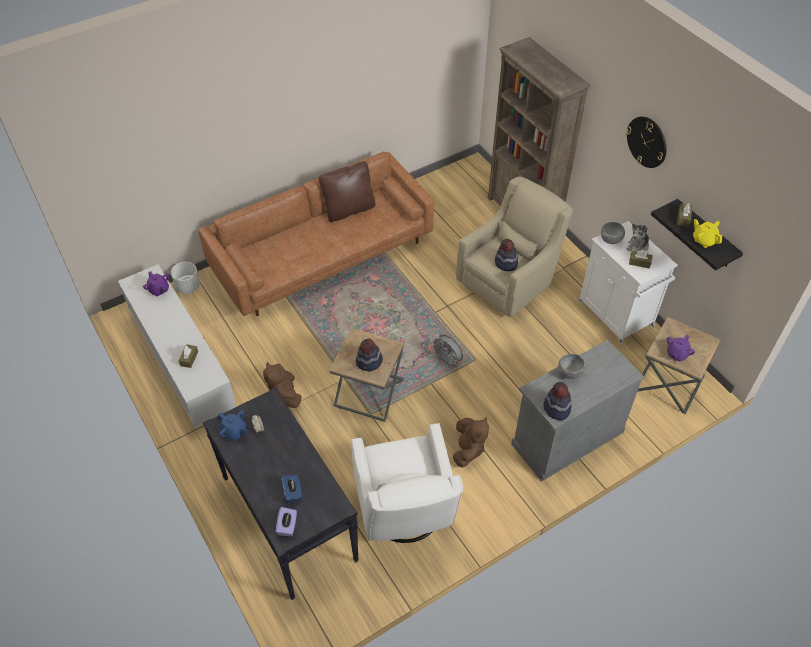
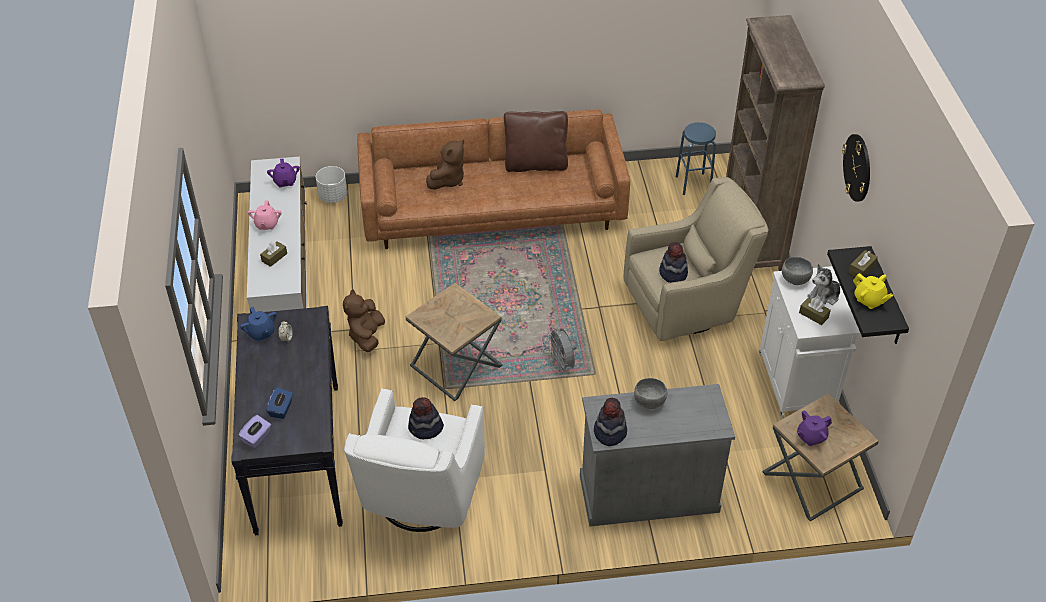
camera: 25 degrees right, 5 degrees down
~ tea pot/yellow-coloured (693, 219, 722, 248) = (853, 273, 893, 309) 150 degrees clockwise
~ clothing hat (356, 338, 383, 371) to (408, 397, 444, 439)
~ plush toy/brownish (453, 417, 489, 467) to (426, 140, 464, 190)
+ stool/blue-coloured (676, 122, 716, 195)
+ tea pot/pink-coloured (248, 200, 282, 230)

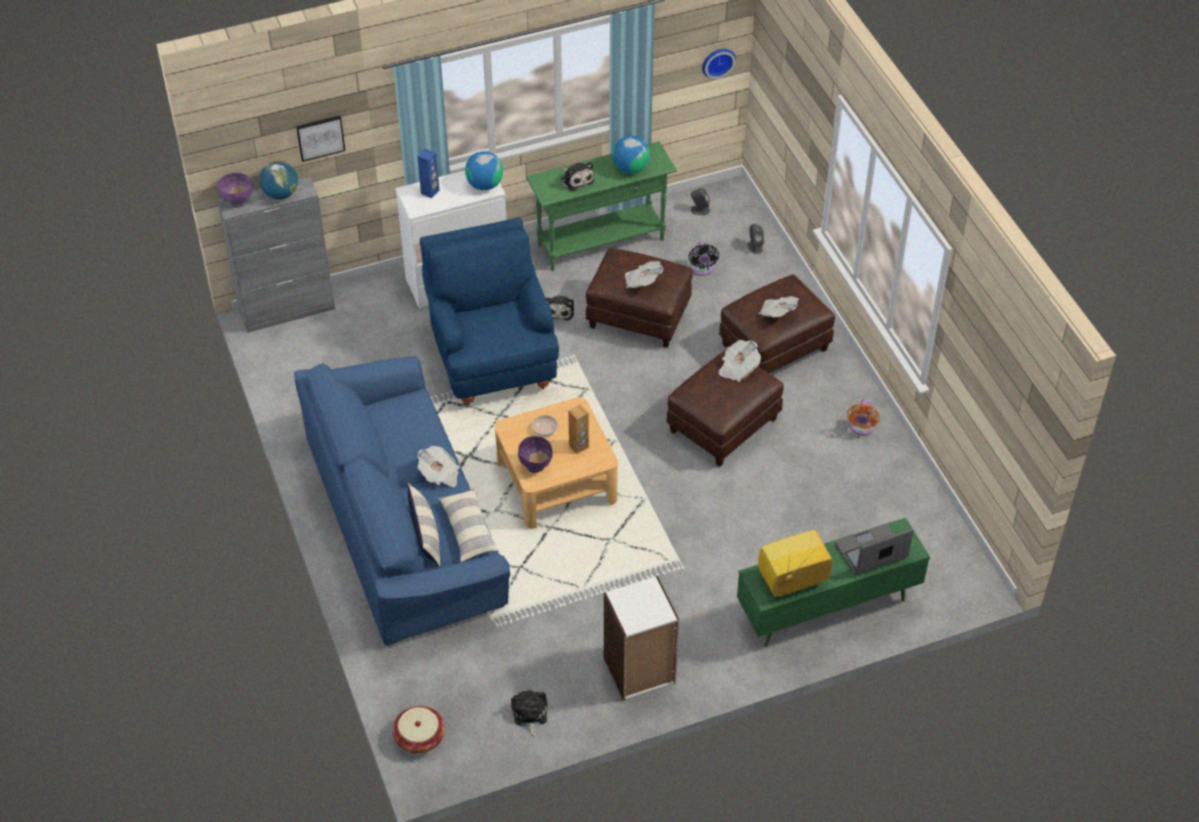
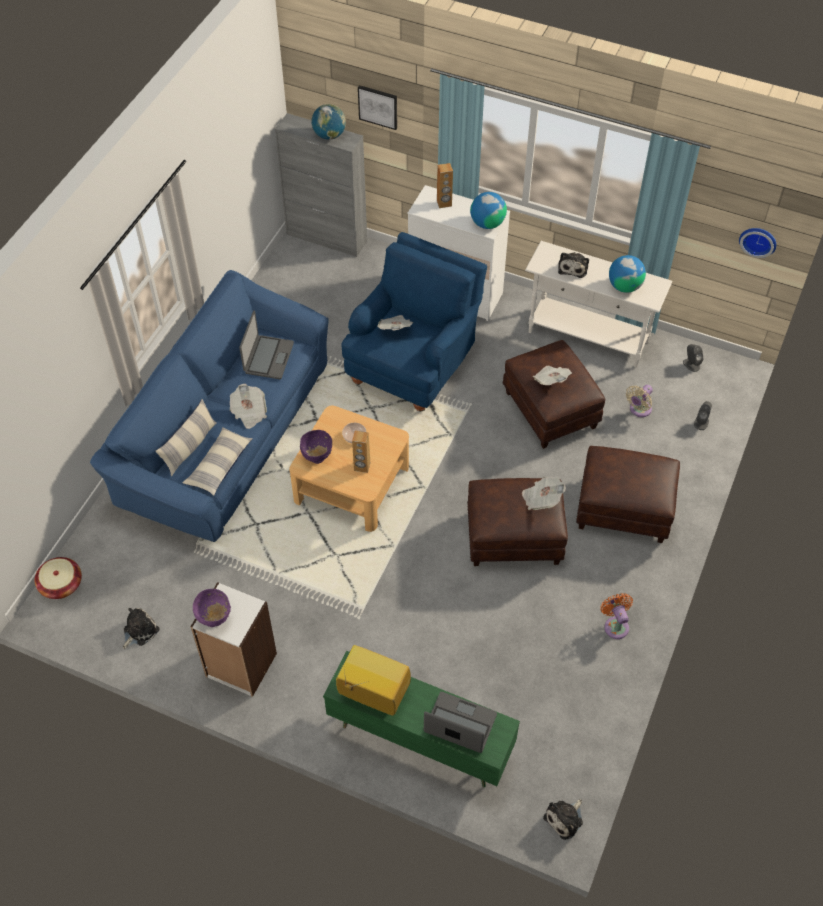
camera: 45 degrees right, 5 degrees up
~ hall table/green-coloured (526, 141, 677, 271) to hall table/white (525, 241, 673, 367)
~ audio speaker/blue-coloured (417, 148, 439, 198) to audio speaker/brownish (437, 163, 453, 208)
~ deep dish/purple-coloured (217, 172, 253, 208) to (193, 589, 231, 627)
~ cooling fan/black-coloured (689, 240, 719, 276) to cooling fan/beige (626, 385, 653, 417)
~ plush toy (546, 295, 574, 321) to (543, 799, 583, 840)
~ daily paper (759, 296, 799, 317) to (378, 315, 413, 331)
~ cooling fan/orangey (847, 399, 879, 436) = (600, 593, 633, 639) 105 degrees clockwise
+ laptop (239, 310, 294, 379)

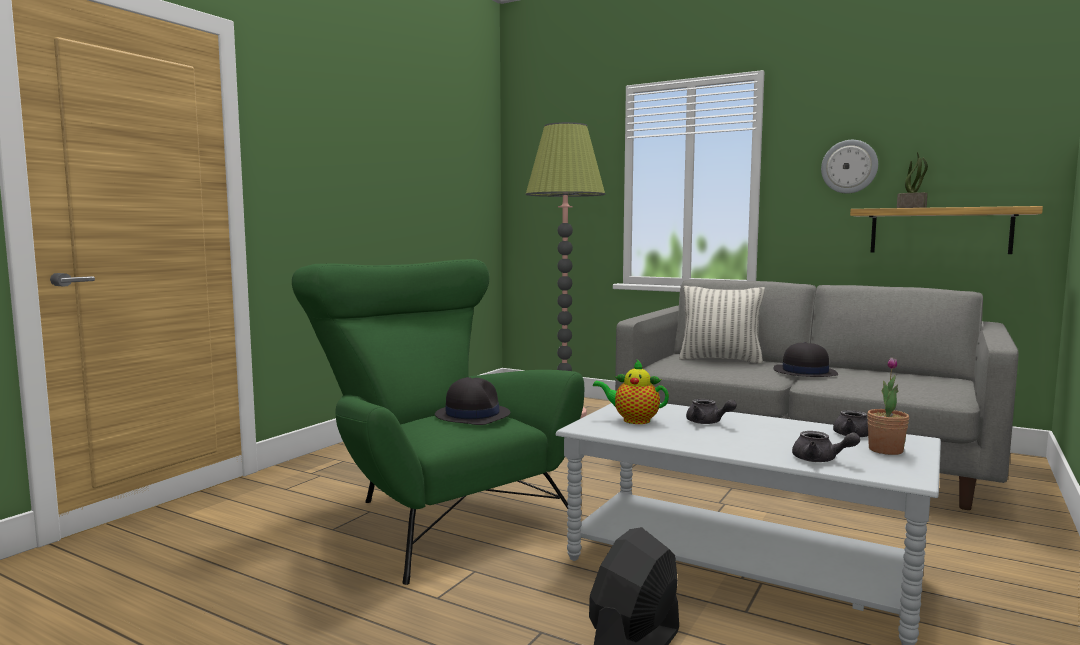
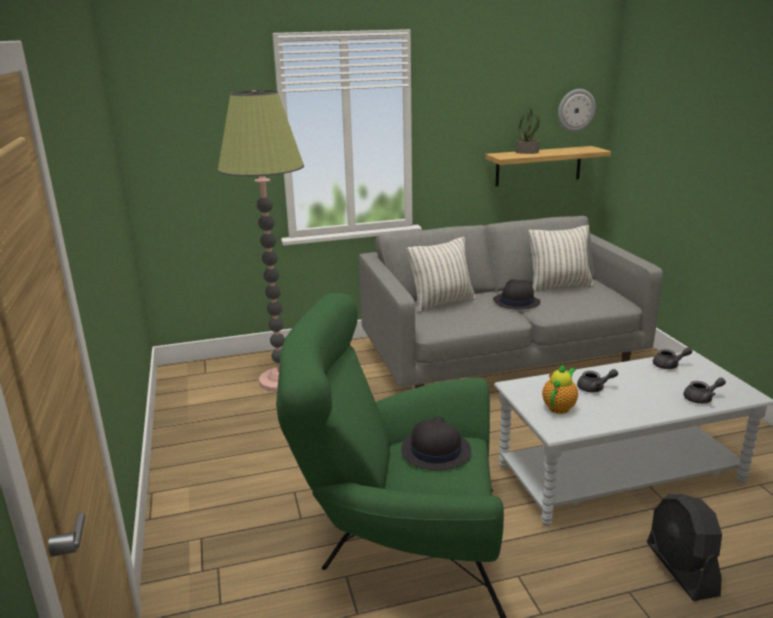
camera: 45 degrees left, 15 degrees up
~ wall clock (821, 140, 878, 194) to (558, 89, 596, 132)
- plant in a pot (867, 357, 909, 455)
~ tea pot (593, 360, 669, 424) = (542, 365, 578, 414) 150 degrees clockwise
+ pillow (528, 225, 594, 292)

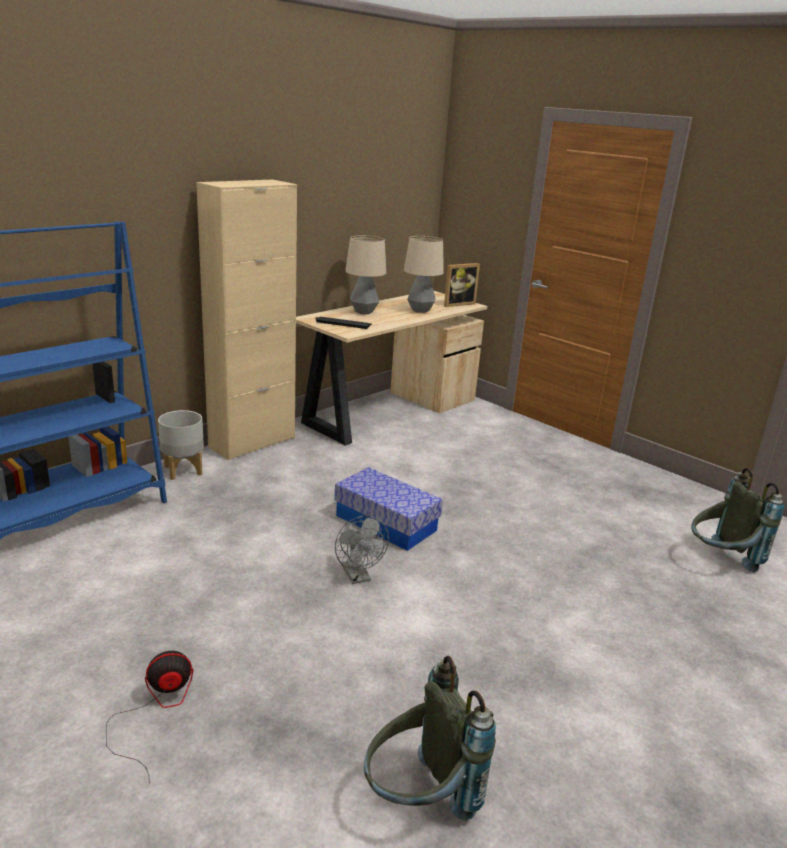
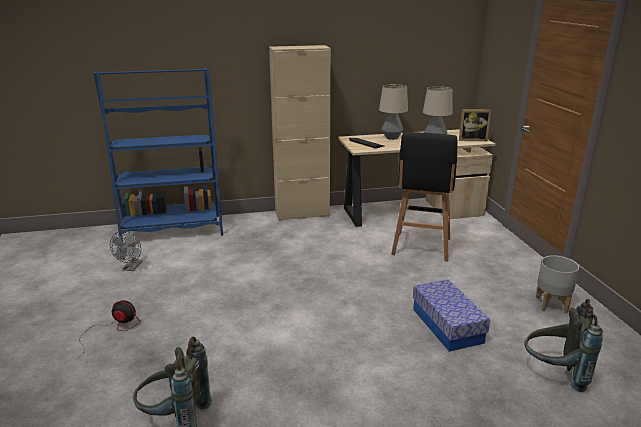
camera: 35 degrees right, 0 degrees up
~ planter/grey (158, 410, 204, 480) to (536, 255, 579, 312)
~ storage container (334, 467, 443, 551) to (413, 279, 490, 352)
~ cooling fan/grey (335, 516, 389, 584) to (110, 231, 142, 271)
+ stool/black-coloured (391, 132, 458, 262)

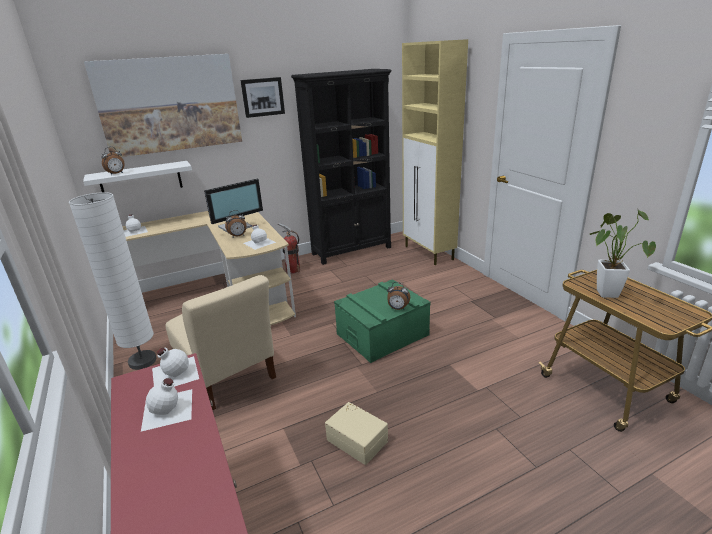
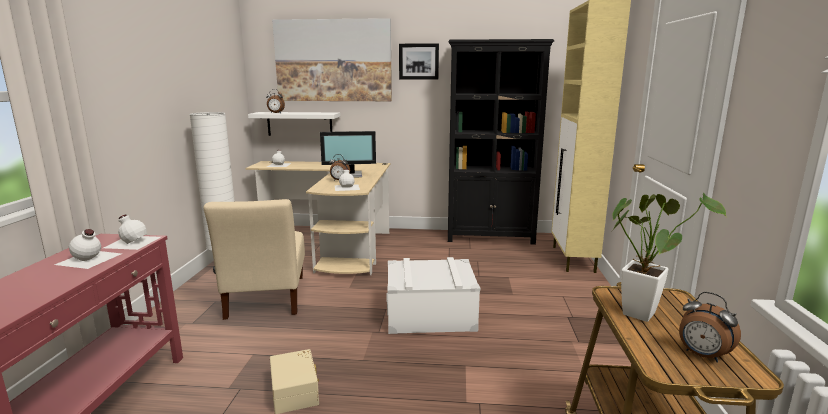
camera: 30 degrees right, 10 degrees down
- fire extinguisher (278, 223, 300, 274)
~ storage container/green-coloured (334, 279, 431, 363) to storage container/white (386, 257, 480, 334)
~ alarm clock (387, 282, 410, 310) to (679, 292, 741, 363)

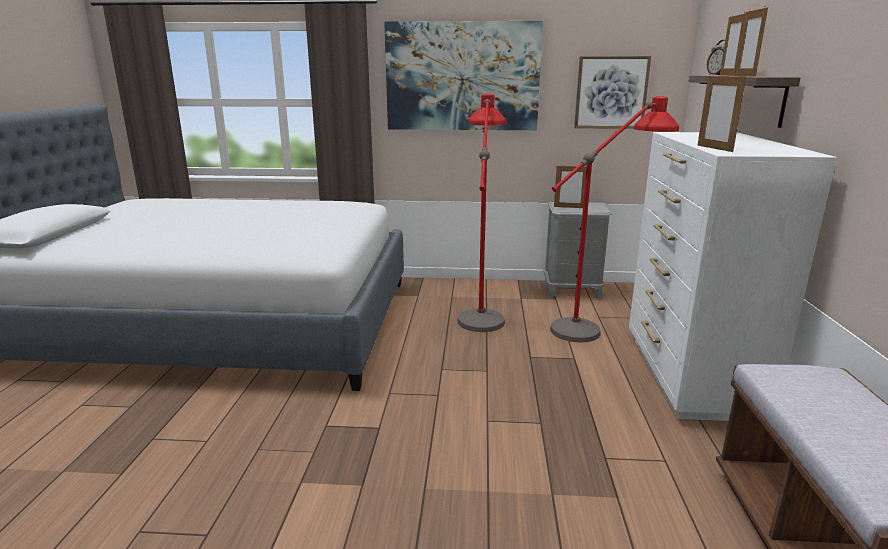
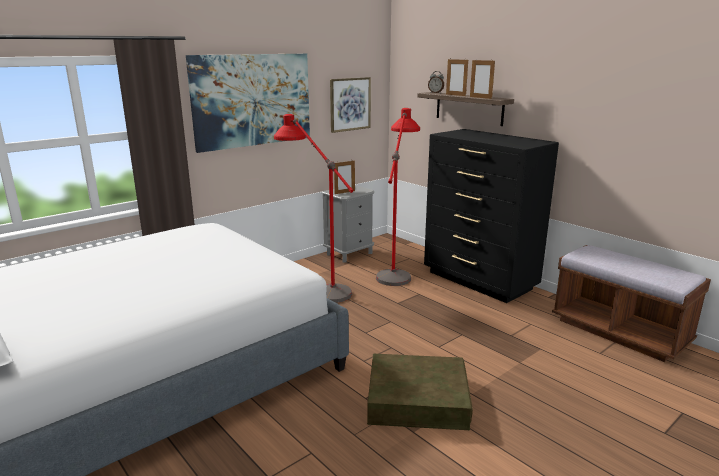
camera: 45 degrees left, 0 degrees up
- standing frame (697, 74, 746, 152)
~ drawer chest/white (629, 132, 837, 421) to drawer chest/black-coloured (424, 129, 559, 303)
+ storage container/brownish (367, 354, 473, 430)

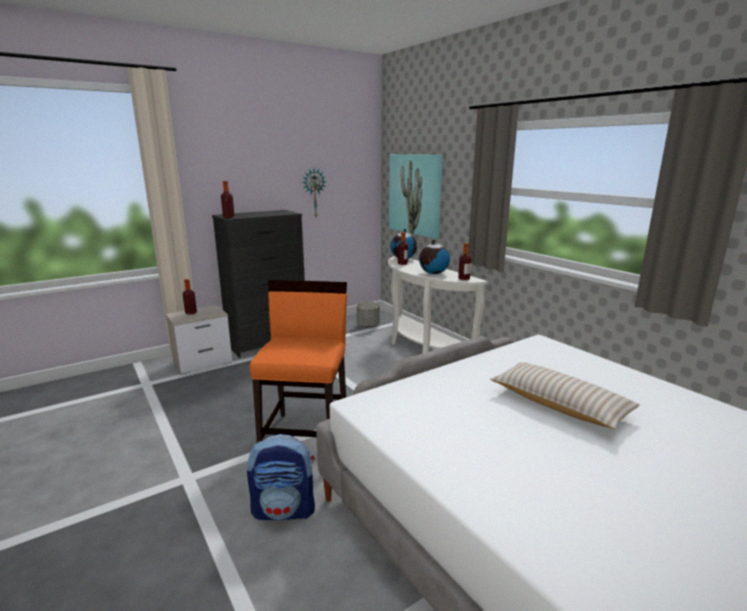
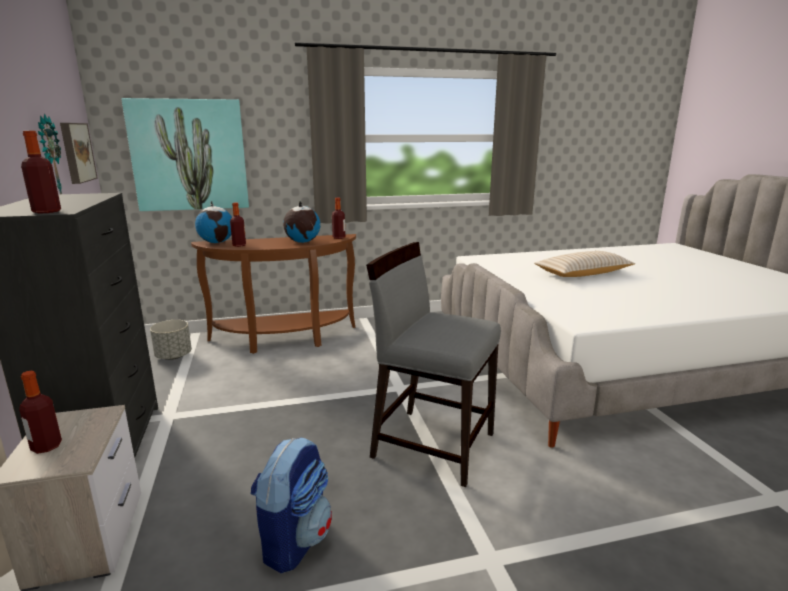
camera: 70 degrees left, 0 degrees up
~ hall table/white (388, 256, 488, 353) to hall table/brownish (191, 234, 356, 354)
~ plain chair/orangey (250, 280, 347, 443) to plain chair/grey (366, 242, 501, 487)
~ knapsack (247, 434, 315, 520) to (251, 437, 332, 573)
+ wall picture (60, 123, 98, 184)

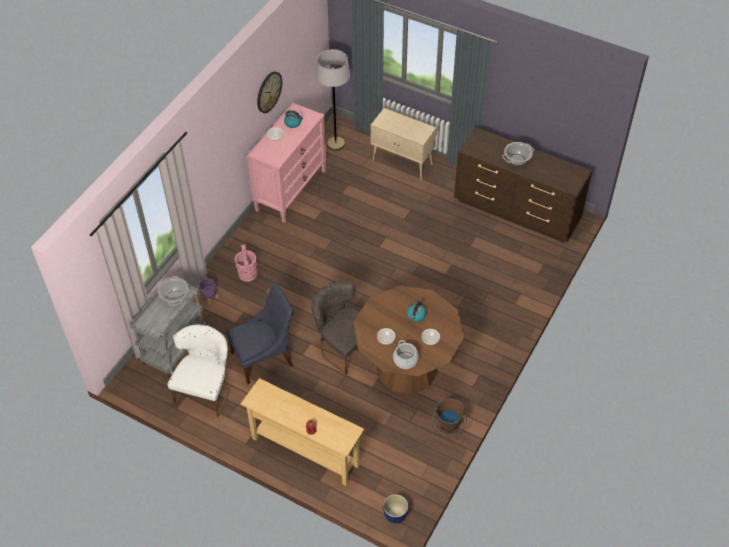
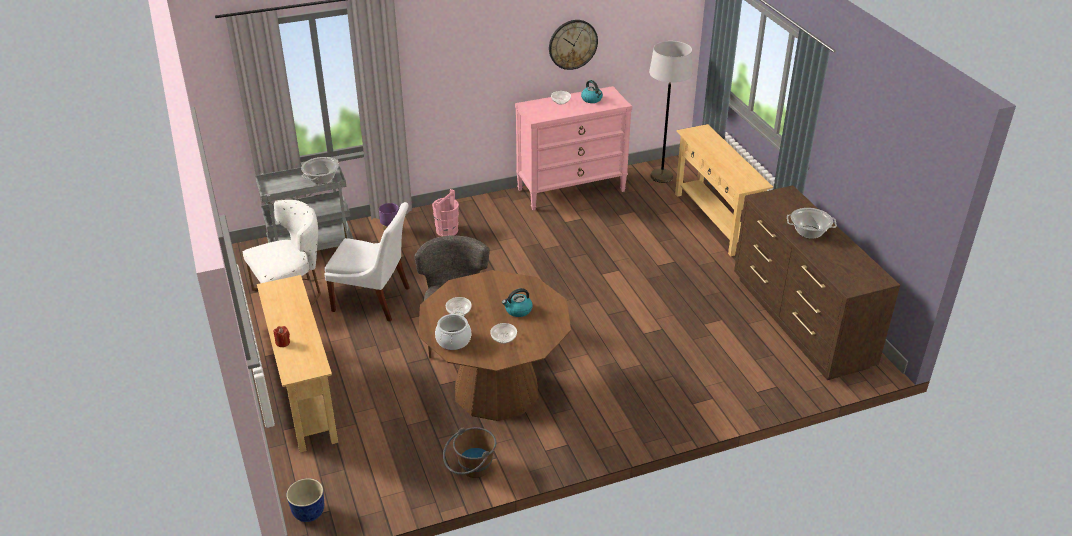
camera: 40 degrees right, 15 degrees down
~ storage cabinet/beige (371, 108, 436, 180) to hall table/beige (675, 124, 773, 256)
~ plain chair/blue-coloured (226, 283, 293, 384) to plain chair/white (324, 202, 410, 321)

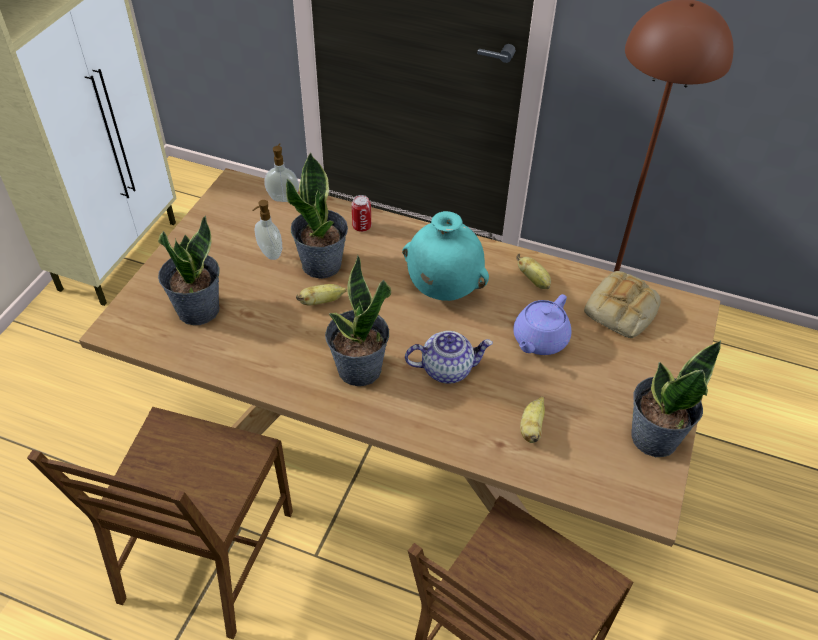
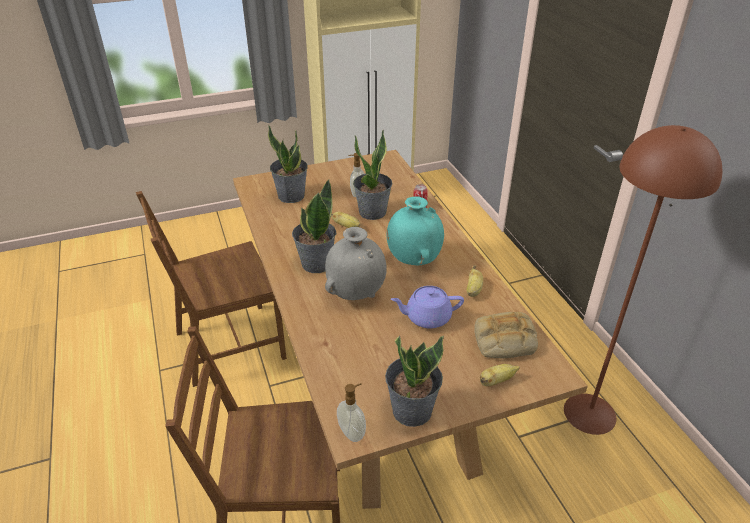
camera: 50 degrees right, 10 degrees down
~ soap bottle (265, 143, 299, 202) to (337, 383, 366, 442)
~ tea pot (405, 331, 493, 384) to decorative vase/grey (325, 227, 387, 300)
~ banana fruit (520, 397, 545, 443) to (480, 364, 520, 387)

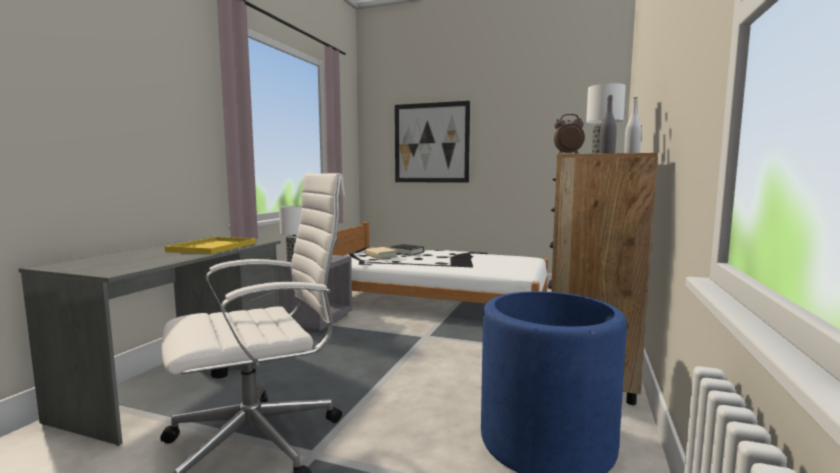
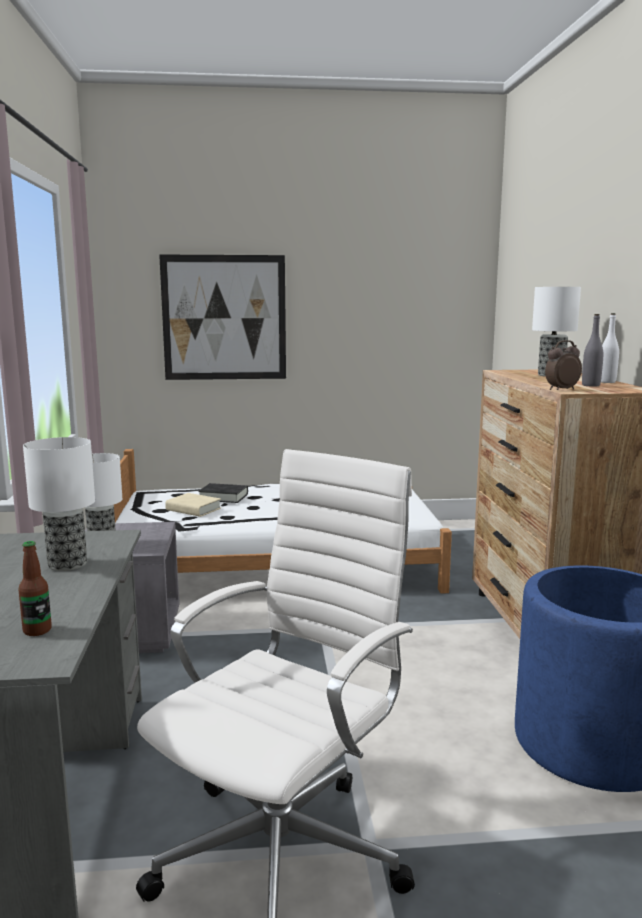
camera: 25 degrees left, 5 degrees up
~ carrying tray/yellow-coloured (165, 237, 256, 254) to tabletop lamp (23, 437, 95, 571)
+ bottle (18, 541, 52, 636)

